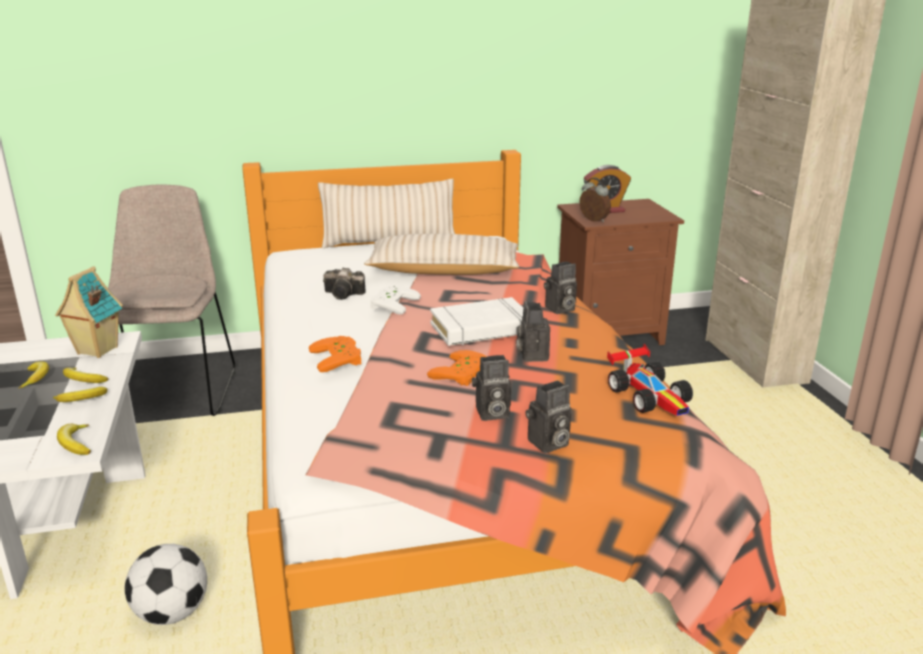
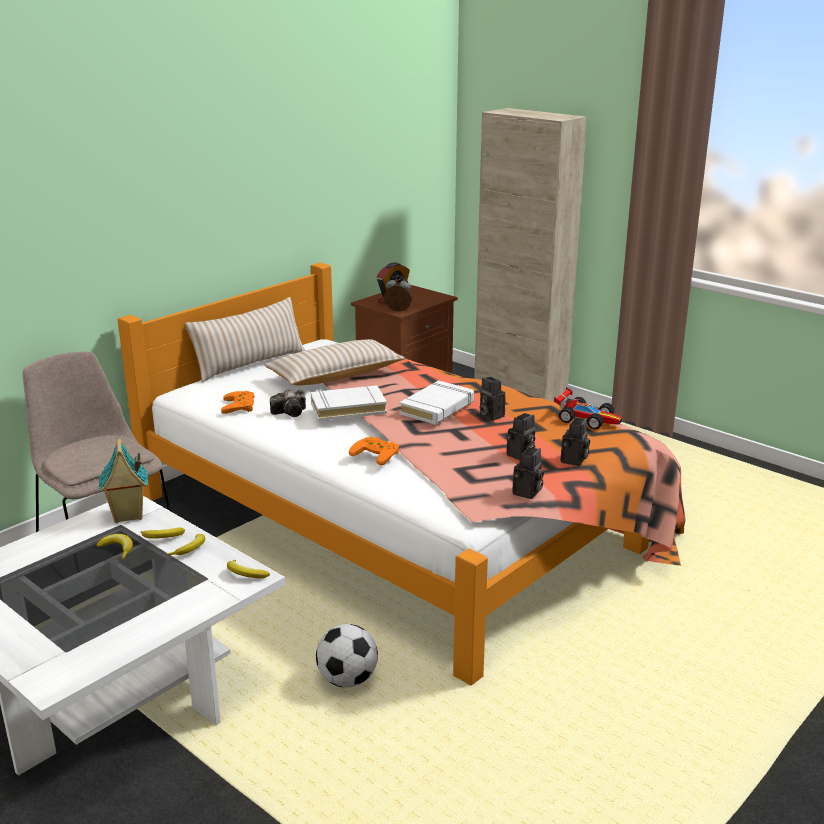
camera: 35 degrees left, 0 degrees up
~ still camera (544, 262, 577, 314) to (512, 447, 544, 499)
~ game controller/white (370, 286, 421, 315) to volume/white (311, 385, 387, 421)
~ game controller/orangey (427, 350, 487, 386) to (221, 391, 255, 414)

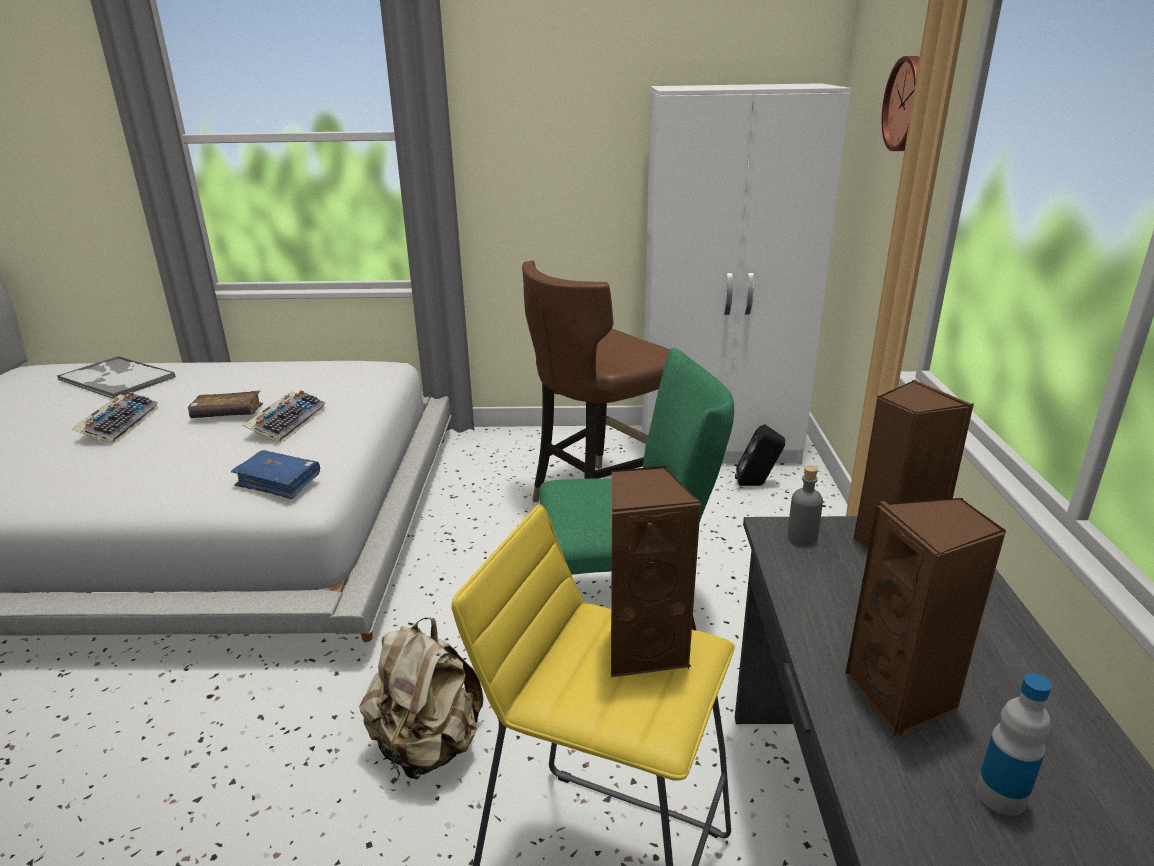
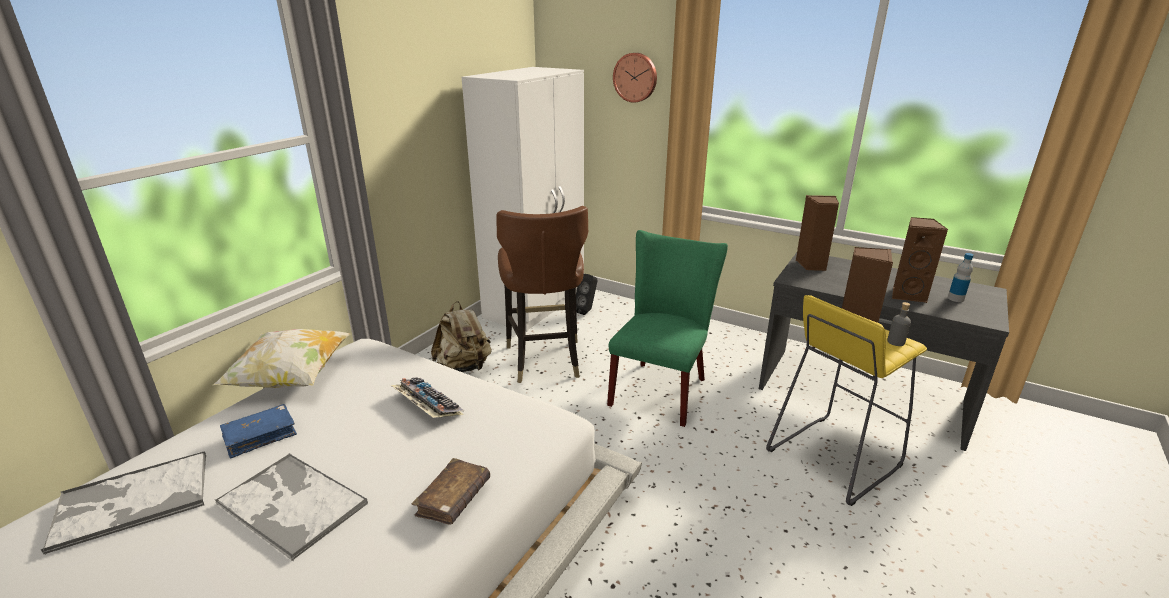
camera: 60 degrees left, 0 degrees up
~ volume/brownish (188, 391, 263, 418) to (412, 458, 490, 525)
~ computer keyboard (71, 392, 159, 444) to carrying tray (215, 454, 368, 561)
~ volume/blue-coloured (231, 450, 320, 499) to (220, 404, 297, 458)
~ bottle/grey (788, 465, 823, 545) to (887, 302, 911, 346)
~ knapsack/beige (359, 617, 484, 780) to (431, 301, 492, 372)
+ pillow (213, 329, 351, 388)

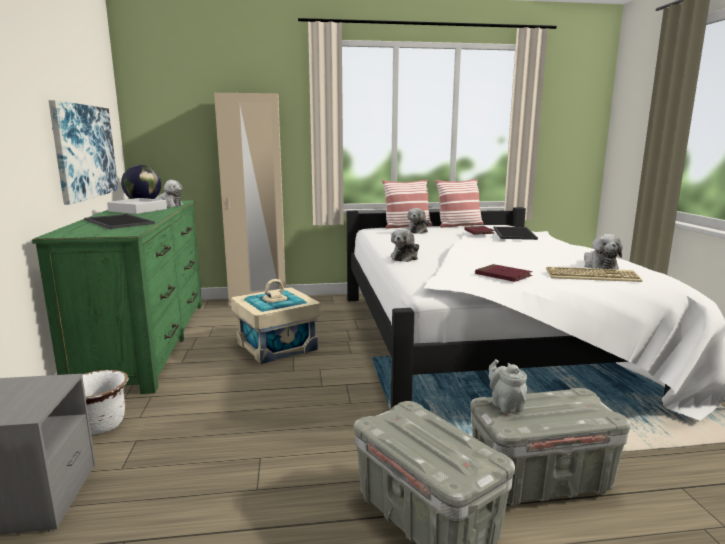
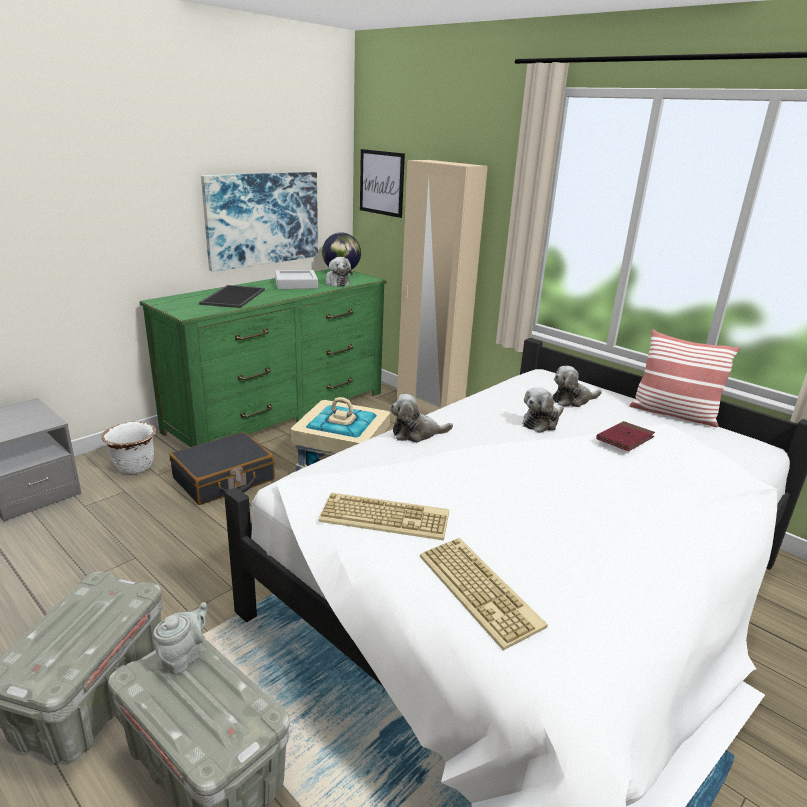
camera: 50 degrees right, 10 degrees up
- pillow (382, 180, 433, 229)
- carrying tray (493, 227, 538, 240)
~ plush toy (584, 234, 623, 270) to (522, 388, 564, 433)
~ volume/reddish (475, 264, 532, 282) to computer keyboard (318, 493, 449, 541)
+ wall picture (360, 149, 405, 218)
+ suitcase/black-coloured (170, 432, 275, 505)

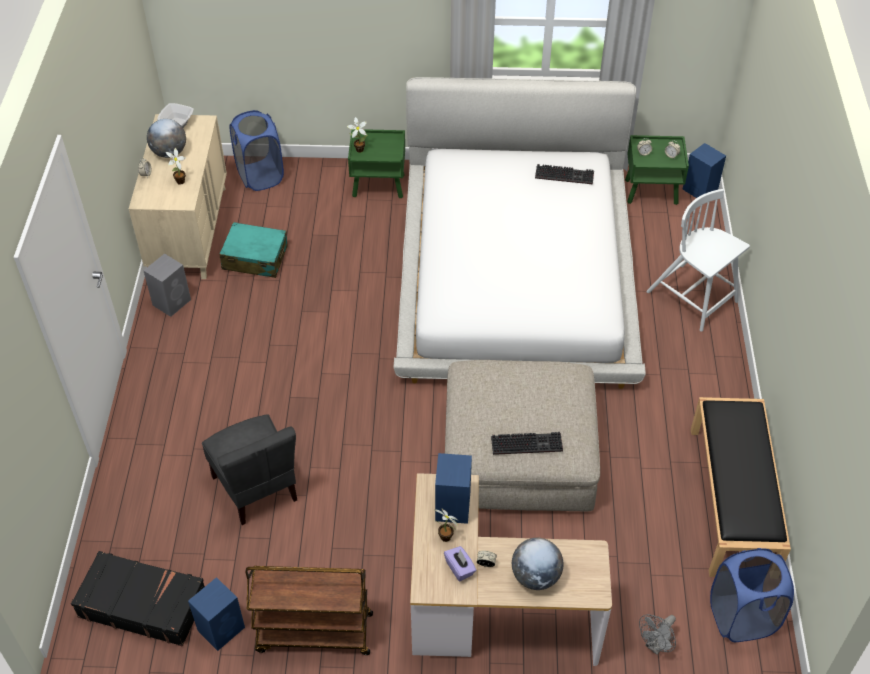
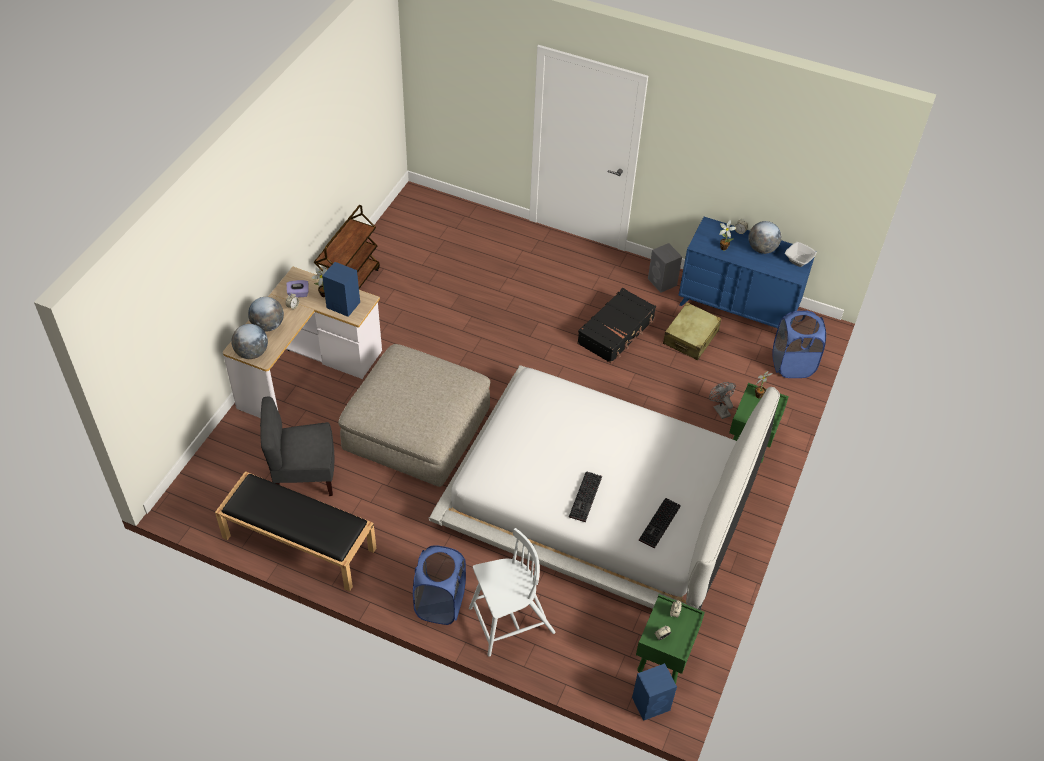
camera: 110 degrees right, 0 degrees up
~ drawer chest/beige (129, 114, 227, 279) to drawer chest/blue-coloured (678, 217, 814, 328)
~ suitcase/blue-green (220, 222, 288, 278) to suitcase/beige (663, 303, 722, 360)
~ plain chair/grey (202, 414, 297, 525) to (260, 397, 335, 496)
~ computer keyboard (491, 432, 563, 455) to (569, 471, 602, 522)
~ washing basket/blue-coloured (710, 548, 794, 642) to (413, 545, 466, 625)
~ suitcase/black-coloured (71, 551, 205, 646) to (577, 288, 656, 363)
- audio speaker/blue-coloured (188, 577, 245, 651)
~ cooling fan/grey (639, 614, 676, 655) to (709, 382, 736, 419)
+ world globe (231, 324, 268, 359)

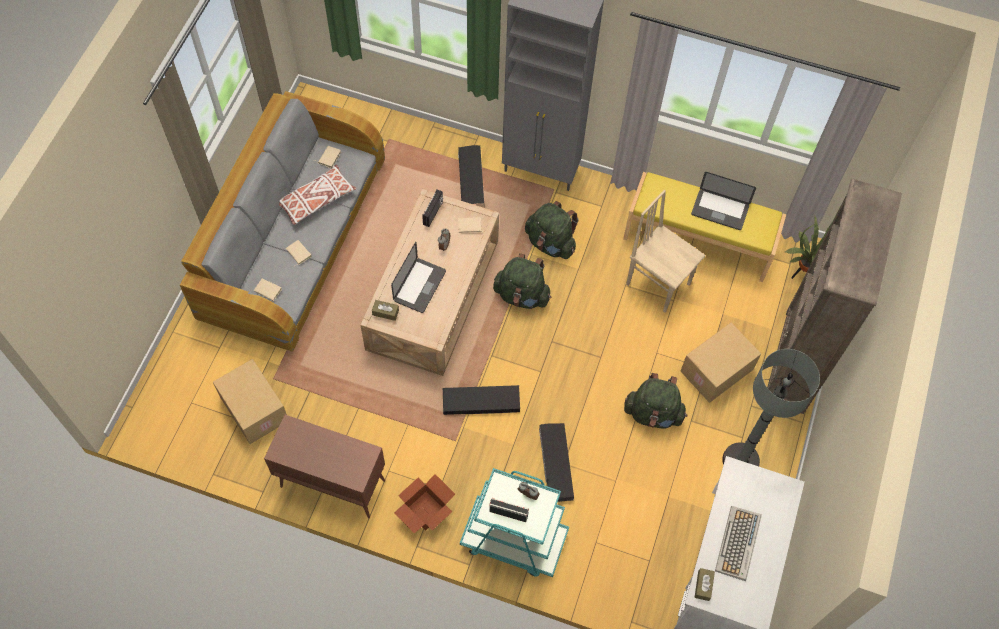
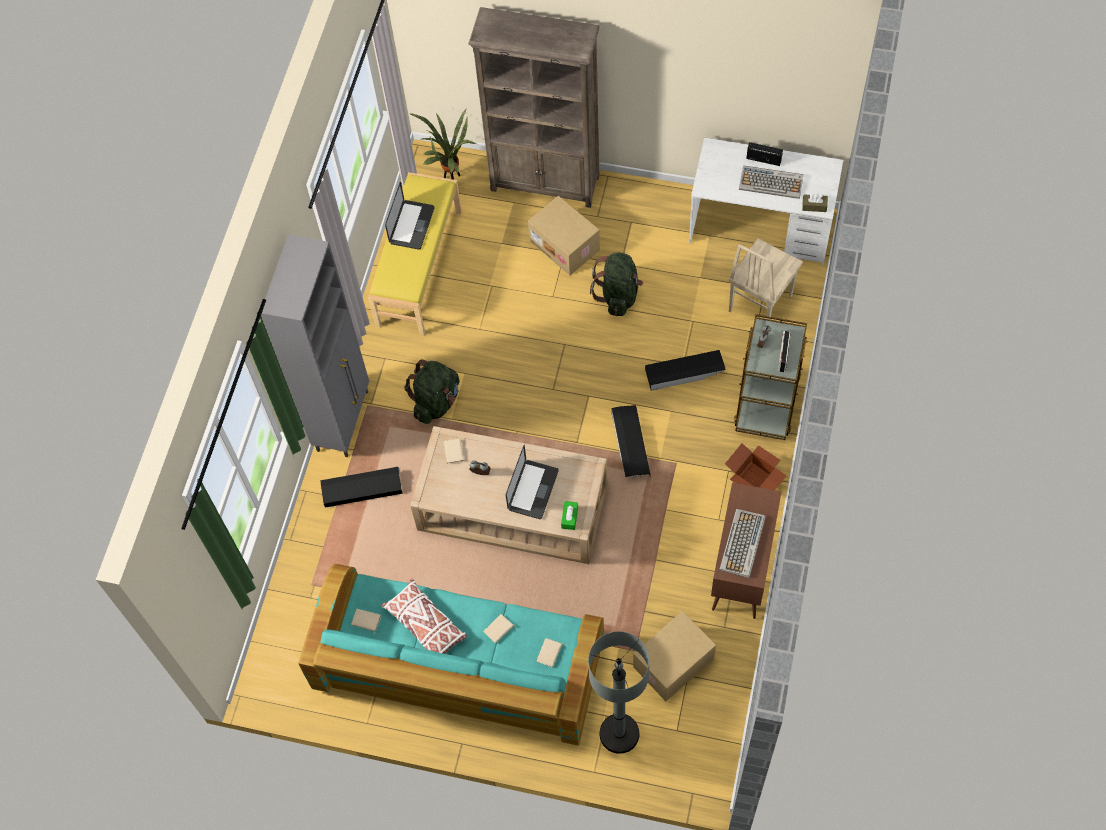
camera: 90 degrees left, 0 degrees up
~ couch/grey (180, 91, 385, 352) to couch/blue-green (298, 564, 604, 746)
~ radio set (422, 189, 443, 227) to (746, 142, 783, 166)
~ plain chair/beige (626, 190, 706, 313) to (728, 238, 803, 320)
~ laptop (391, 242, 446, 313) = (506, 445, 559, 519) 90 degrees clockwise
- knapsack/green-coloured (493, 253, 551, 309)
~ box of tissues/brownish (372, 300, 399, 321) to box of tissues/green-coloured (561, 501, 578, 530)
~ standing lamp/grey (722, 349, 820, 466) to (588, 631, 649, 754)
~ wheeled cart/blue-green (460, 468, 569, 577) to wheeled cart/brownish (734, 314, 808, 440)
+ computer keyboard (719, 509, 766, 578)

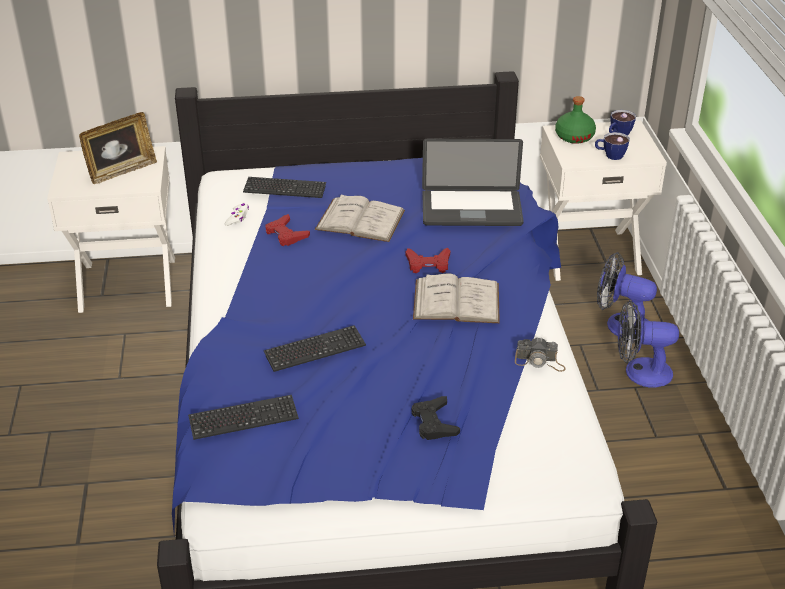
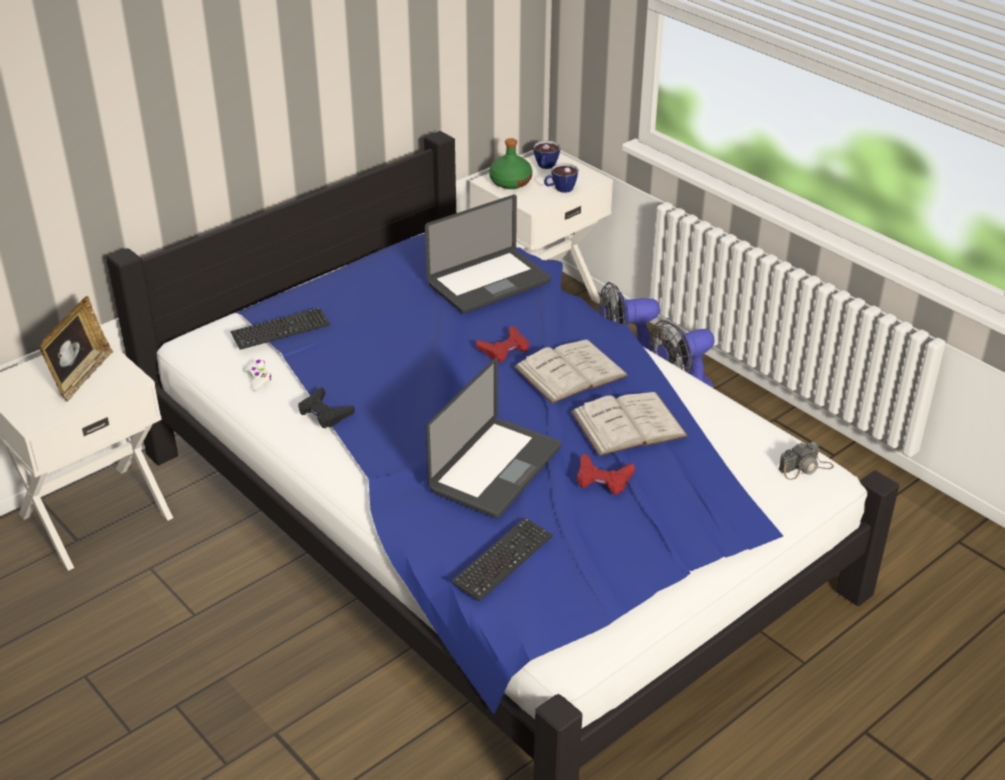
camera: 35 degrees left, 0 degrees up
~ volume/white (315, 195, 405, 242) to (571, 392, 688, 456)
~ game controller/reddish (265, 214, 310, 246) to (577, 454, 635, 494)
~ computer keyboard (264, 325, 366, 372) to laptop (426, 358, 561, 518)
~ still camera (515, 337, 566, 372) to (779, 442, 834, 480)
~ game controller/black-coloured (412, 396, 460, 440) to (298, 387, 355, 428)

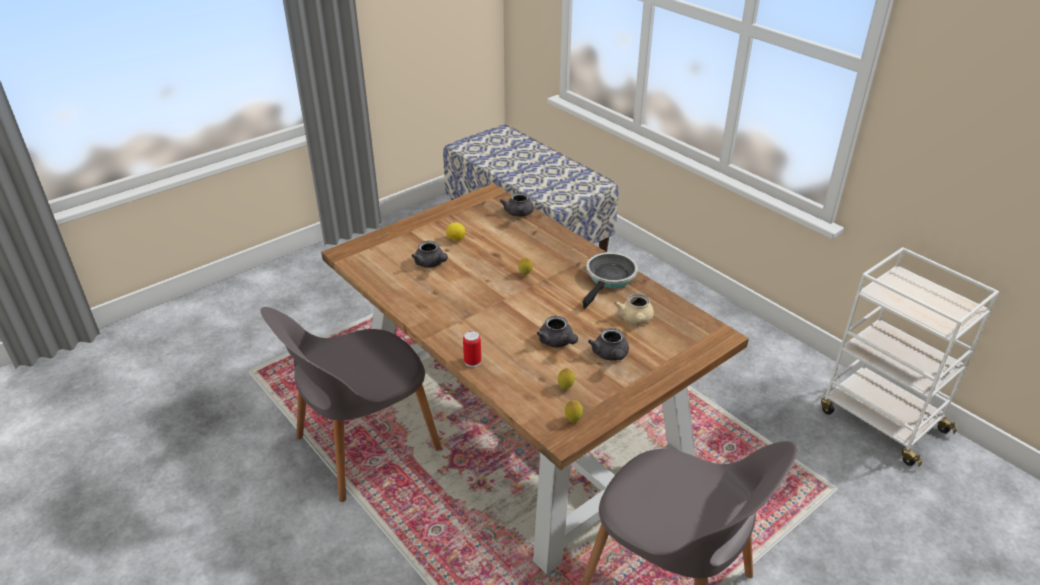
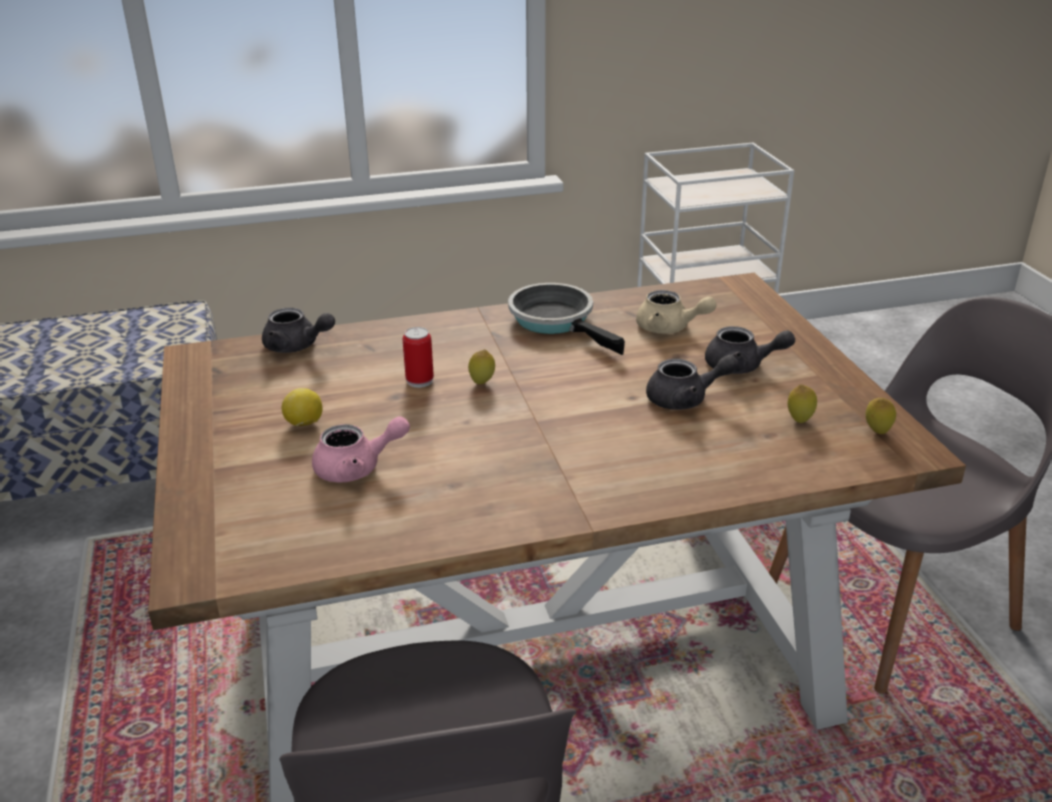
camera: 65 degrees left, 5 degrees down
~ tea pot/grey (412, 241, 448, 268) to tea pot/pink-coloured (312, 416, 410, 483)
~ can (463, 331, 481, 367) to (403, 327, 434, 388)

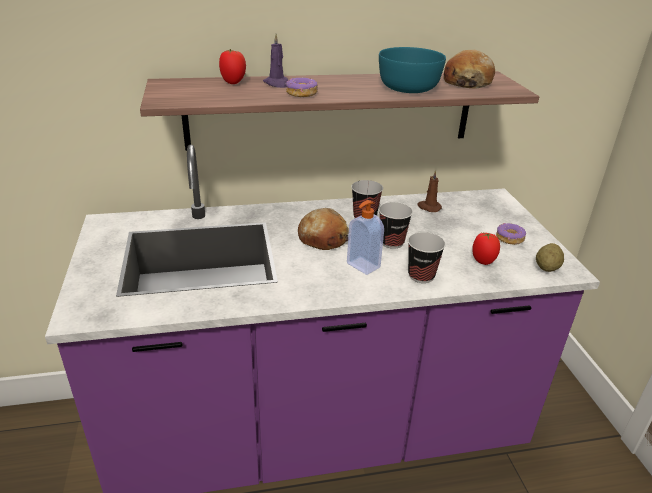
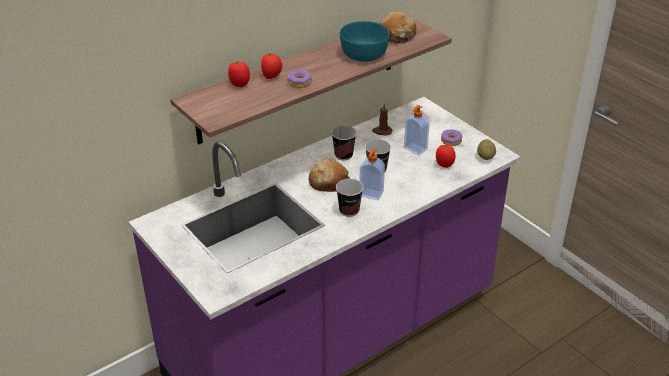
camera: 25 degrees left, 5 degrees up
~ wax candle/purple-coloured (263, 34, 288, 88) to fresh tomato (261, 53, 282, 79)
~ small cup (408, 232, 446, 283) to (336, 179, 364, 217)
+ soap bottle (404, 105, 430, 155)

